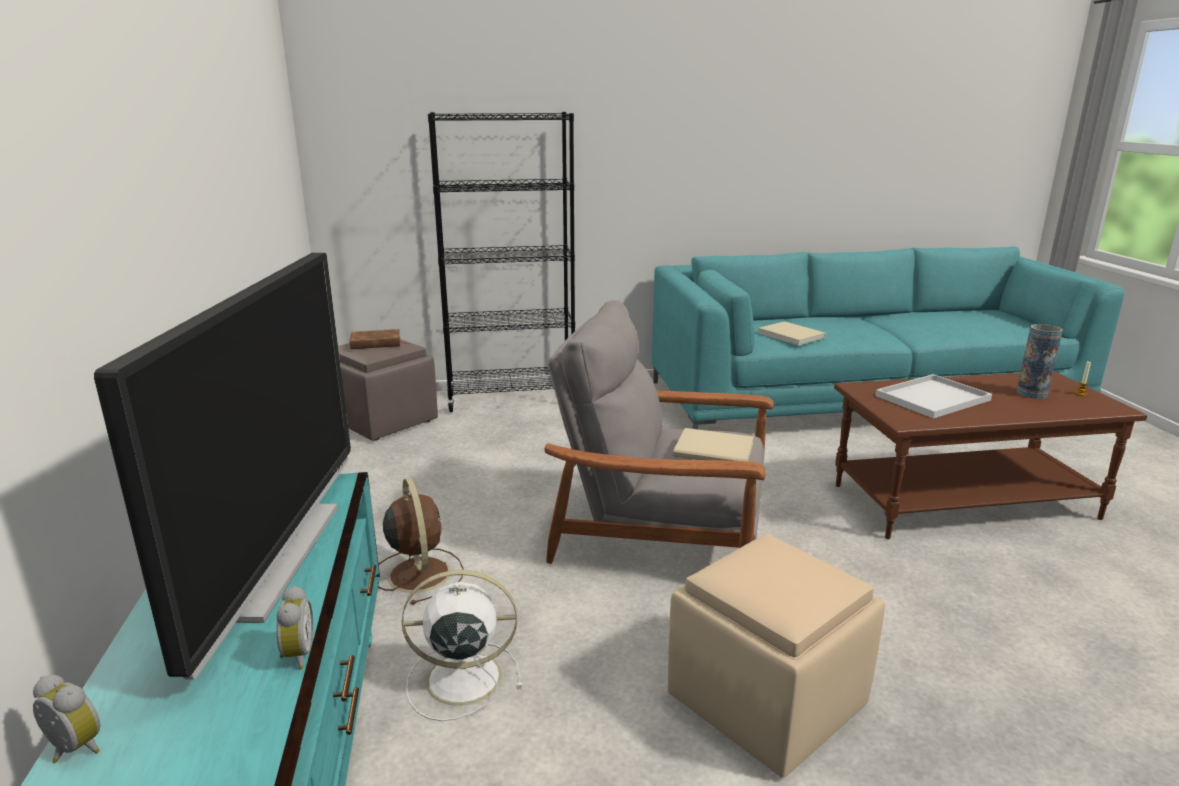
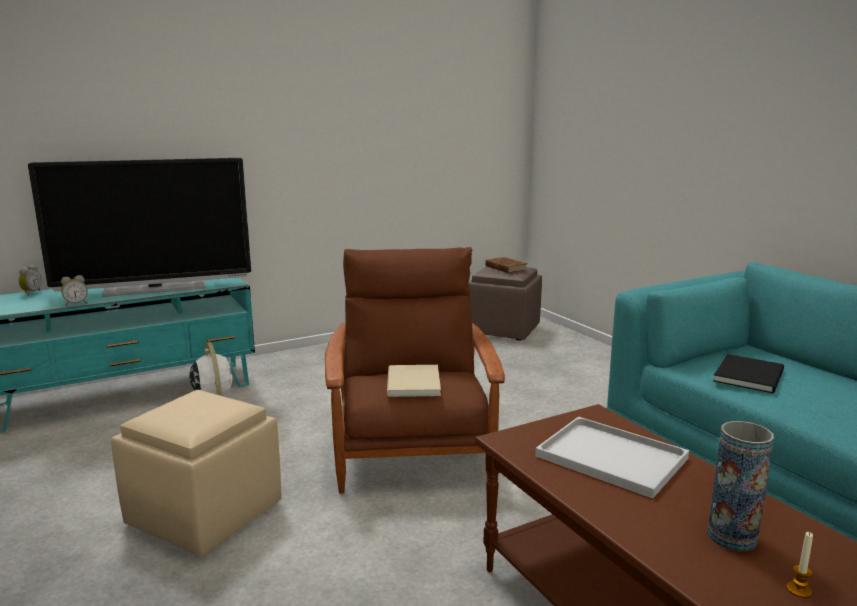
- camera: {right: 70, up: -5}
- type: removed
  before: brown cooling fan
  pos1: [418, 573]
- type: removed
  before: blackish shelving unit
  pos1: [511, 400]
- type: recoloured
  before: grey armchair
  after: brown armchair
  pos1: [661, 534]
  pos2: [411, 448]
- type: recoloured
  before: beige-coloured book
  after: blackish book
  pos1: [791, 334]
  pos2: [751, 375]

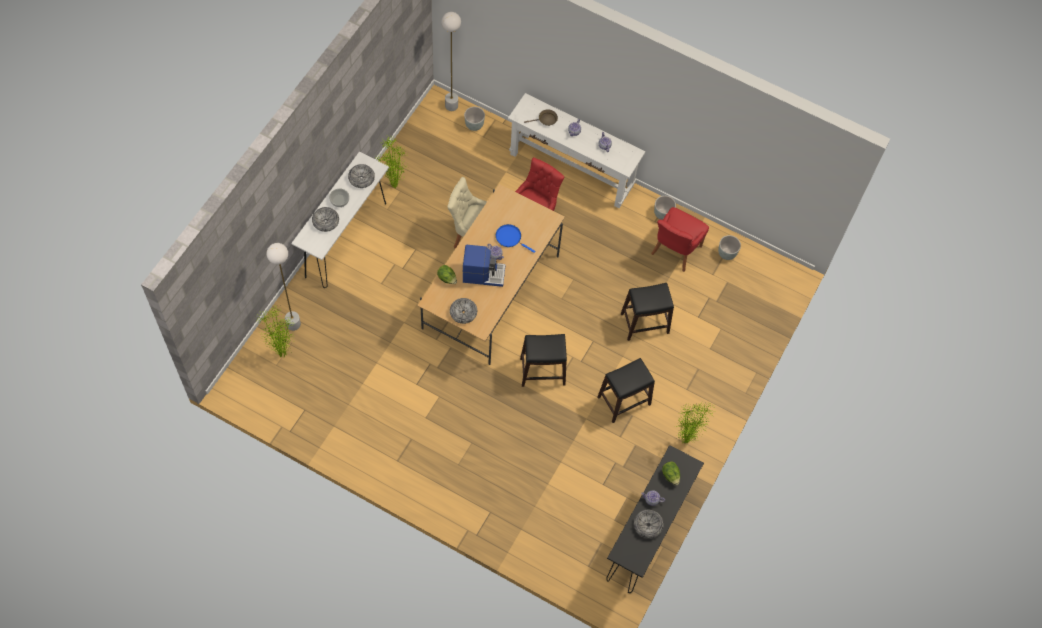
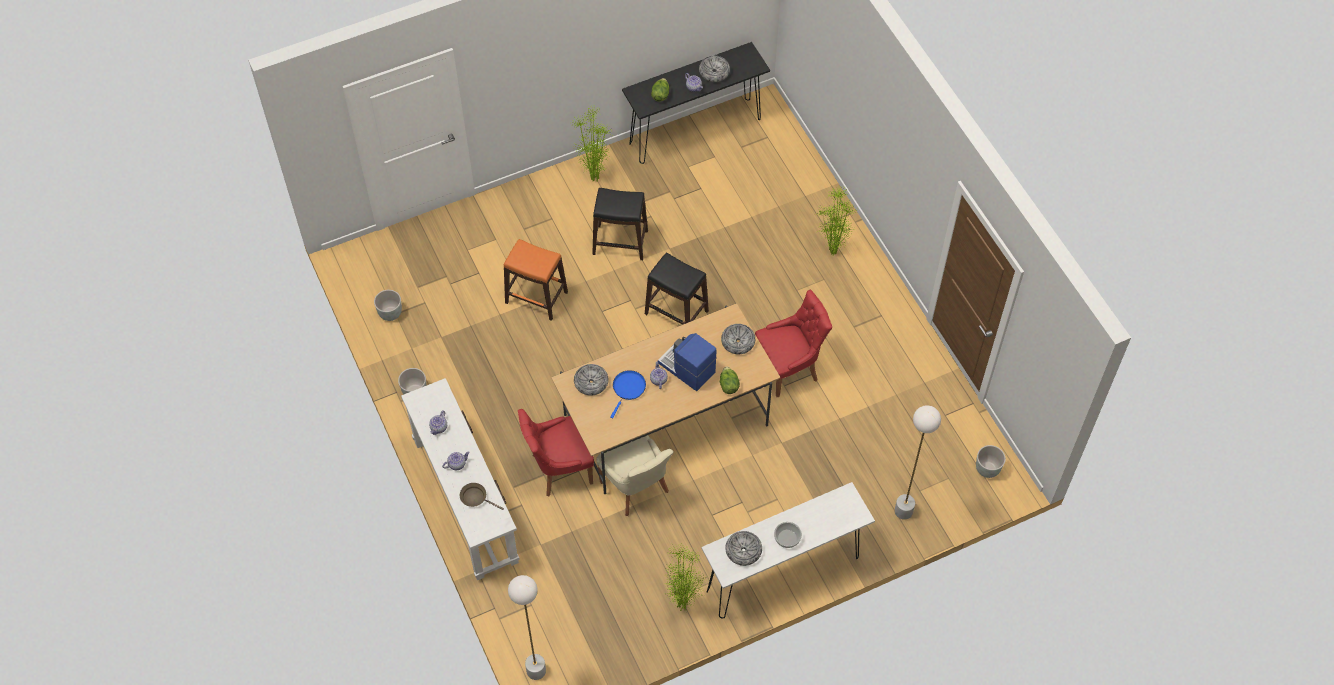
- camera: {right: -140, up: -5}
- type: moved
  before: plant in a pot
  pos1: [282, 353]
  pos2: [832, 253]
- type: moved
  before: serving bowl
  pos1: [325, 221]
  pos2: [591, 382]
- type: moved
  before: grey plant pot
  pos1: [474, 125]
  pos2: [987, 469]
- type: turned
  before: blue-coloured skillet
  pos1: [510, 238]
  pos2: [628, 389]
  turn: -135
- type: recoloured
  before: blackish stool seat
  after: orange stool seat
  pos1: [645, 323]
  pos2: [536, 297]
- type: moved
  before: reddish plain chair
  pos1: [674, 251]
  pos2: [789, 368]

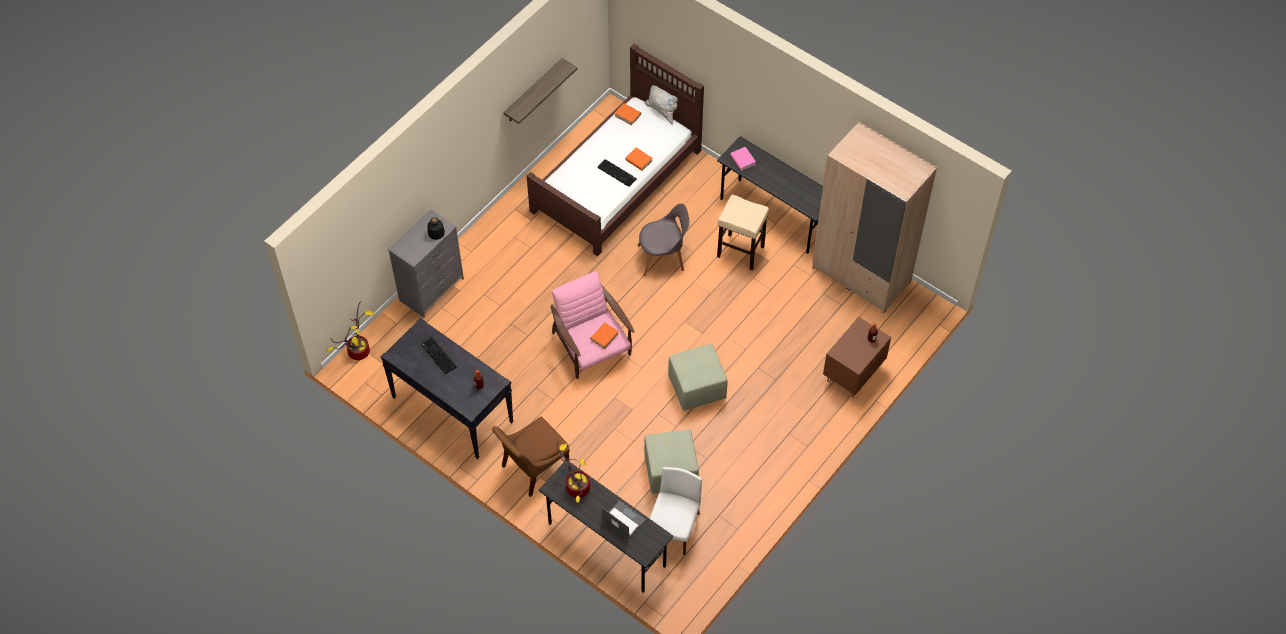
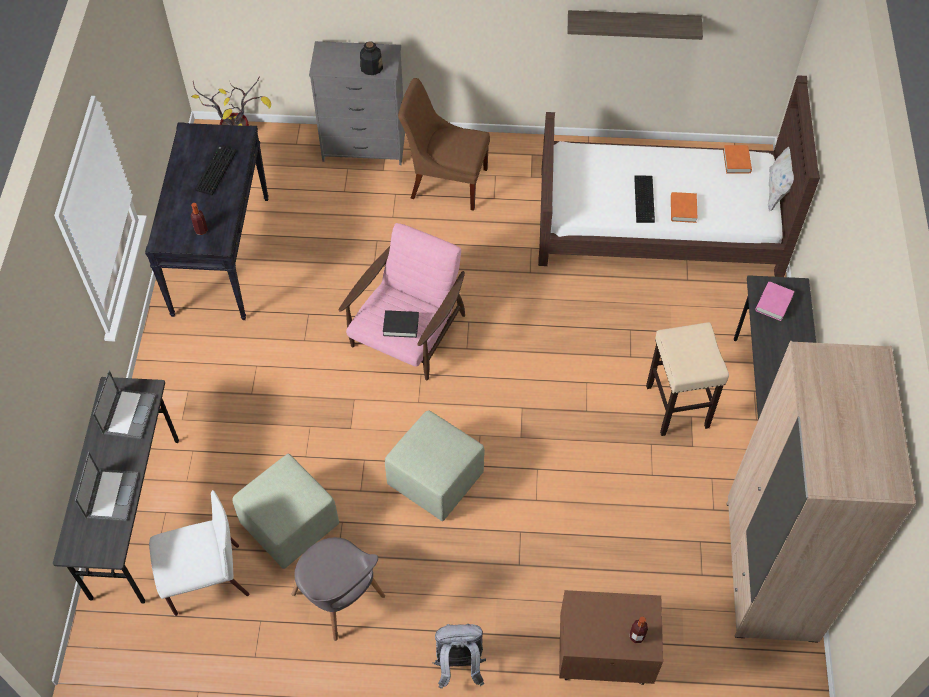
- camera: {right: 55, up: 0}
- type: moved
  before: brown plain chair
  pos1: [532, 468]
  pos2: [445, 181]
- type: replaced
  before: plant in a pot
  after: laptop
  pos1: [575, 487]
  pos2: [129, 413]
- type: recoloured
  before: orange book
  after: blackish book
  pos1: [604, 337]
  pos2: [401, 325]
- type: moved
  before: grey plain chair
  pos1: [663, 257]
  pos2: [340, 598]
- type: added
  after: grey knapsack
  pos2: [459, 666]

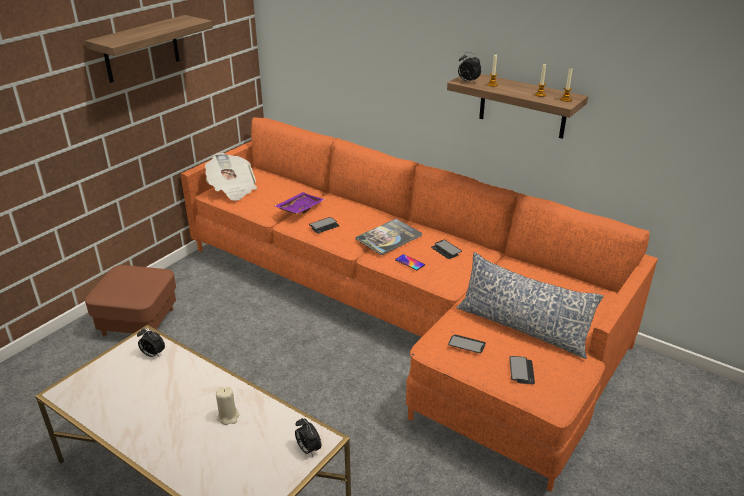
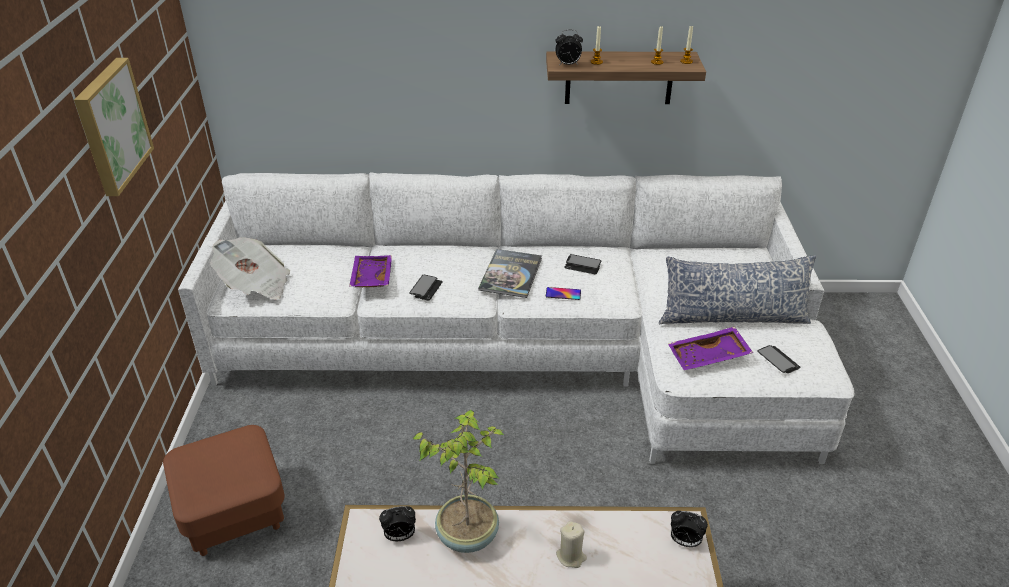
- camera: {right: -35, up: 5}
- type: replaced
  before: bracket shelf
  after: wall picture
  pos1: [141, 49]
  pos2: [111, 126]
- type: recoloured
  before: orange settee
  after: white settee
  pos1: [404, 311]
  pos2: [531, 352]
- type: replaced
  before: telephone
  after: purple-coloured serving tray
  pos1: [466, 345]
  pos2: [708, 357]
- type: added
  after: plant in a pot
  pos2: [467, 534]

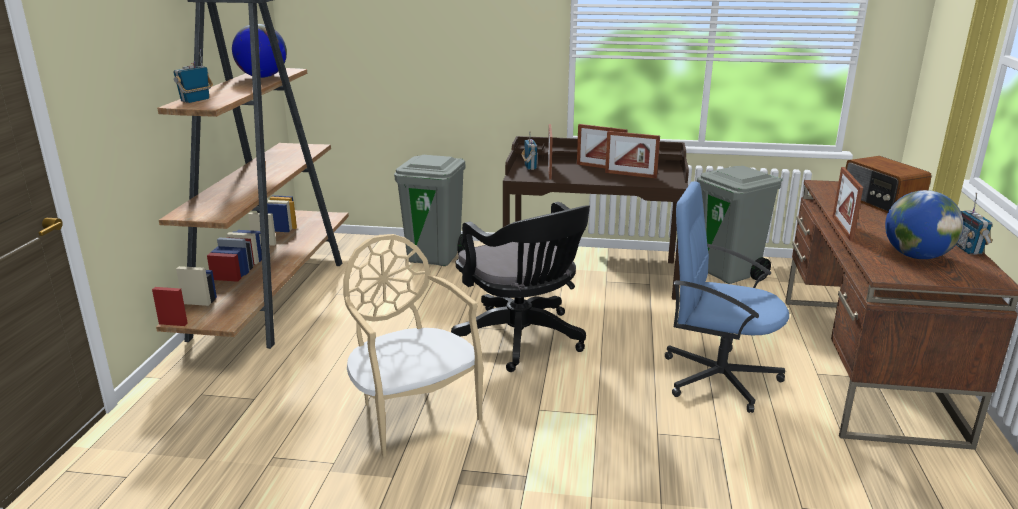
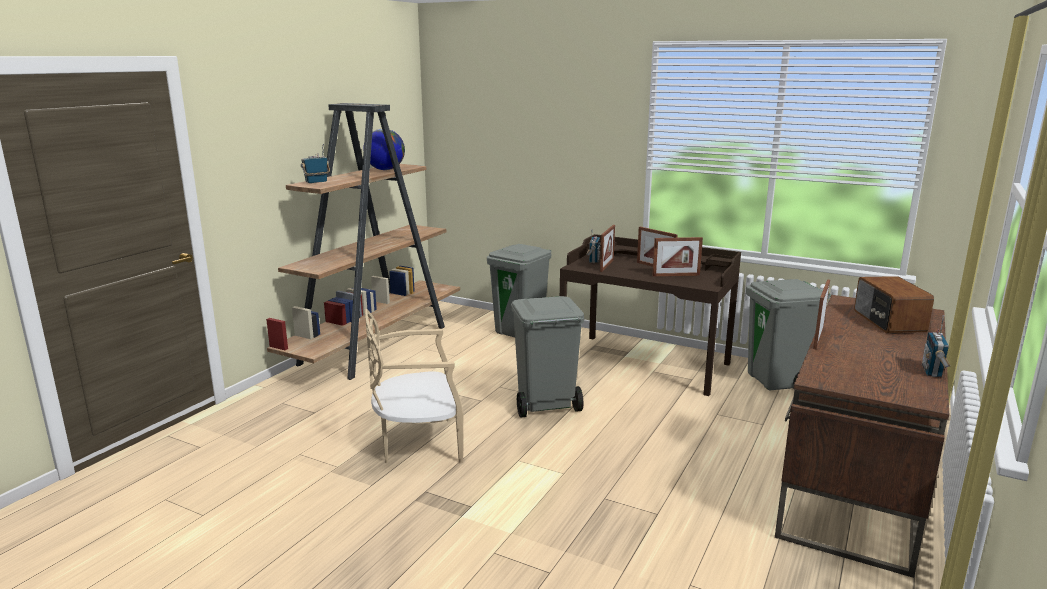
- camera: {right: 20, up: -5}
- type: turned
  before: beige-coloured plain chair
  pos1: [413, 413]
  pos2: [418, 444]
  turn: -90
- type: replaced
  before: blackish desk chair
  after: grey waste bin
  pos1: [523, 340]
  pos2: [545, 406]
- type: turned
  before: picture frame
  pos1: [630, 175]
  pos2: [676, 275]
  turn: -45
- type: removed
  before: blue-coloured desk chair
  pos1: [717, 377]
- type: removed
  before: desk globe
  pos1: [916, 256]

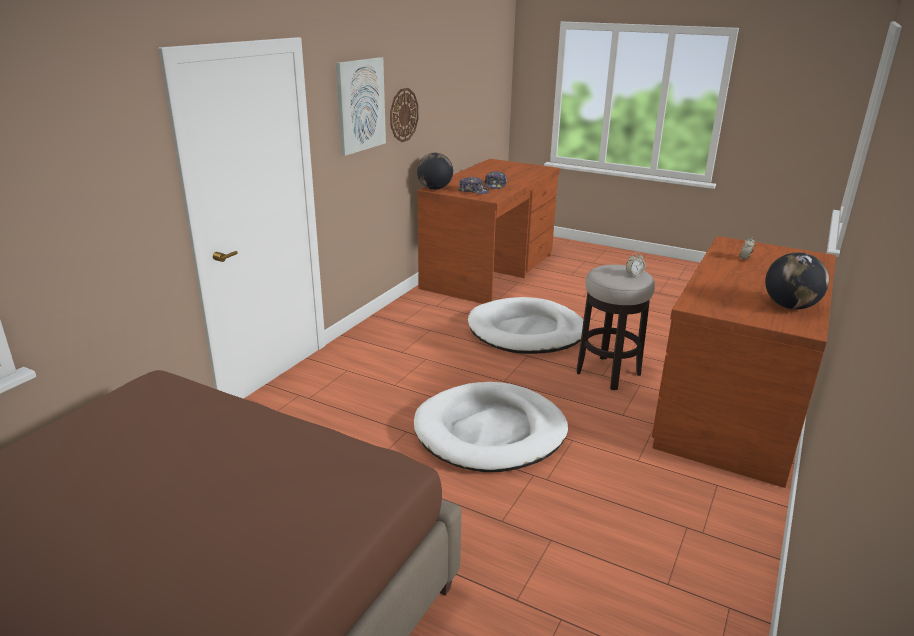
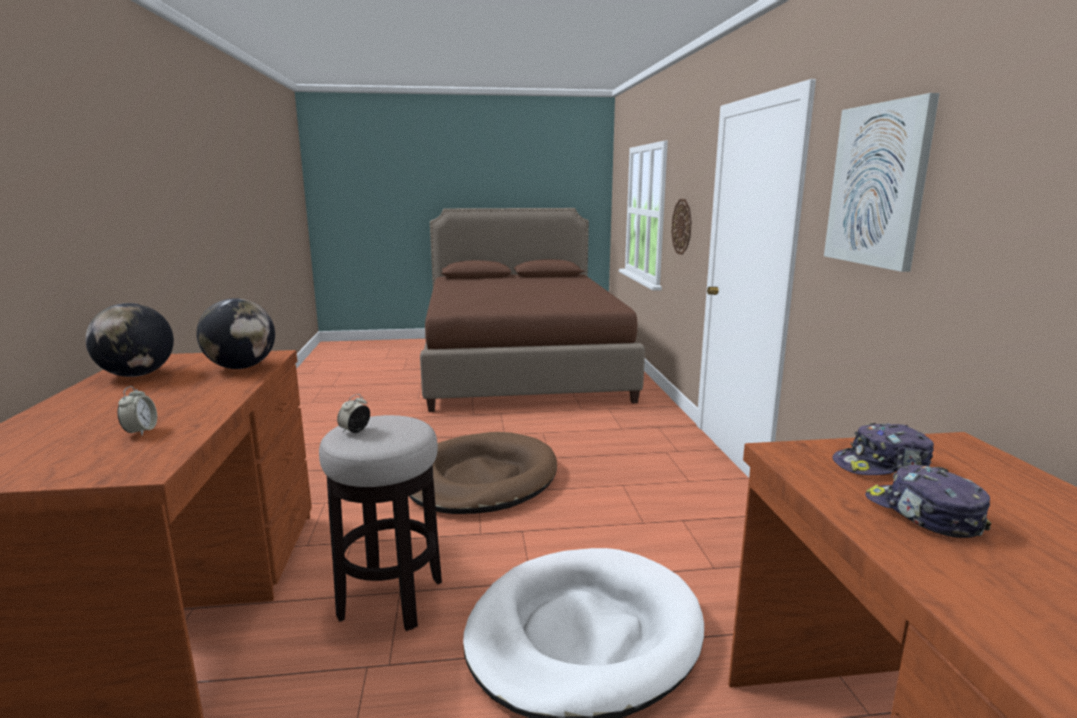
- camera: {right: 145, up: -10}
- type: moved
  before: hanging clock
  pos1: [403, 115]
  pos2: [682, 226]
- type: recoloured
  before: white dog bed
  after: brown dog bed
  pos1: [490, 432]
  pos2: [481, 479]
- type: moved
  before: desk globe
  pos1: [434, 189]
  pos2: [241, 367]

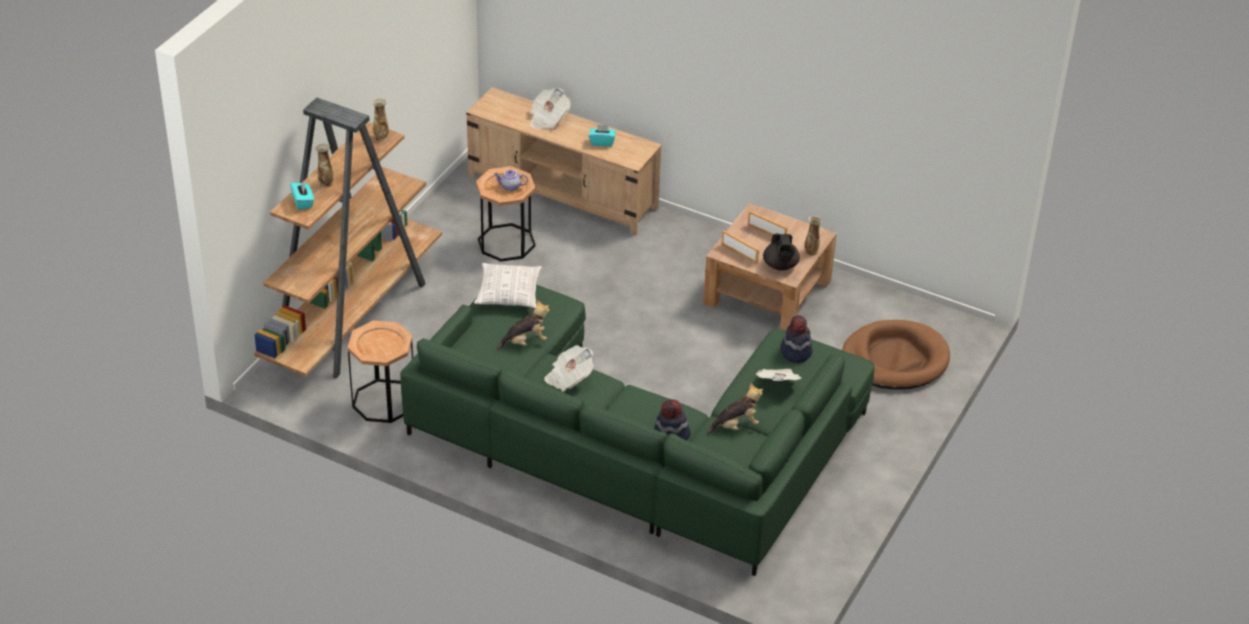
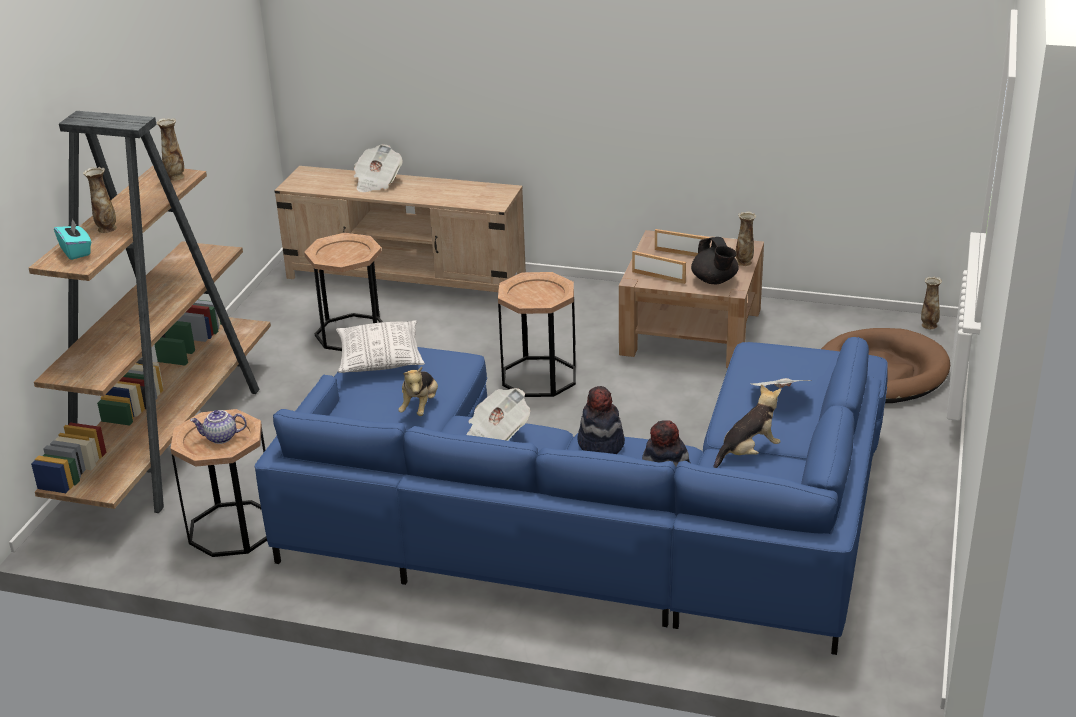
- camera: {right: -10, up: -10}
- type: recoloured
  before: greenish settee
  after: blue-coloured settee
  pos1: [635, 444]
  pos2: [597, 520]
- type: moved
  before: teapot
  pos1: [510, 187]
  pos2: [220, 438]
- type: turned
  before: soft toy
  pos1: [525, 342]
  pos2: [420, 406]
  turn: 135
- type: removed
  before: turquoise-coloured box of tissues
  pos1: [602, 142]
- type: moved
  before: wearable hat
  pos1: [795, 352]
  pos2: [600, 444]
- type: added
  after: brown end table
  pos2: [539, 377]
- type: added
  after: decorative vase
  pos2: [928, 325]

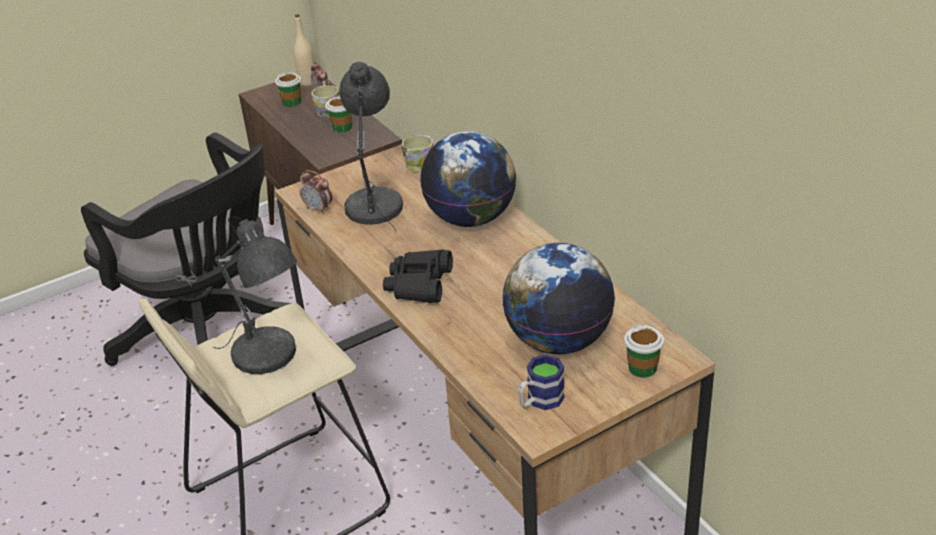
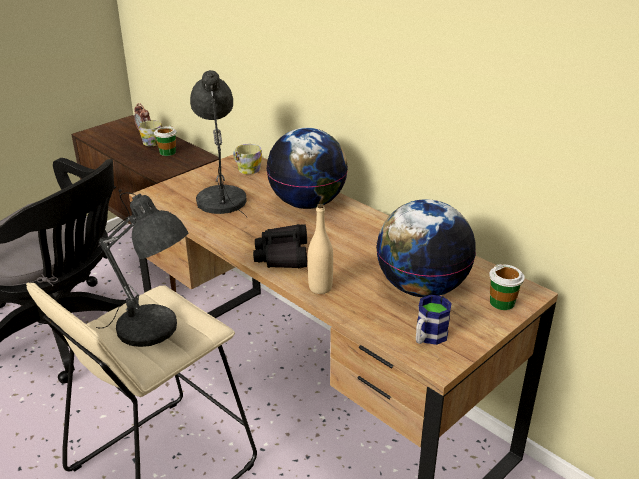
- camera: {right: -15, up: -5}
- type: removed
  before: drinking cup
  pos1: [292, 102]
- type: moved
  before: beige-coloured beverage bottle
  pos1: [307, 82]
  pos2: [320, 288]
- type: removed
  before: bedside clock
  pos1: [318, 209]

